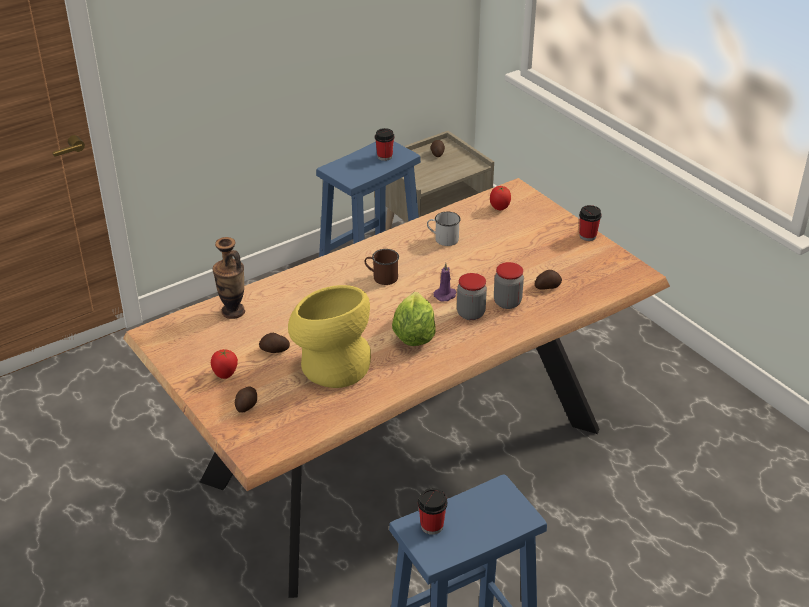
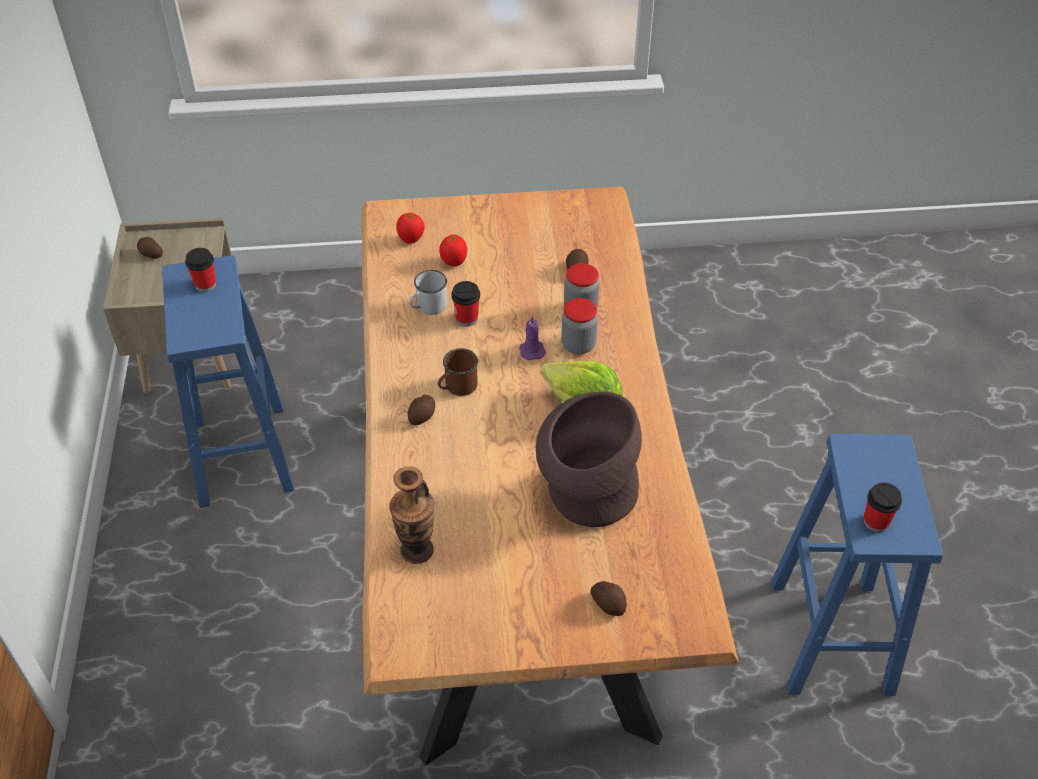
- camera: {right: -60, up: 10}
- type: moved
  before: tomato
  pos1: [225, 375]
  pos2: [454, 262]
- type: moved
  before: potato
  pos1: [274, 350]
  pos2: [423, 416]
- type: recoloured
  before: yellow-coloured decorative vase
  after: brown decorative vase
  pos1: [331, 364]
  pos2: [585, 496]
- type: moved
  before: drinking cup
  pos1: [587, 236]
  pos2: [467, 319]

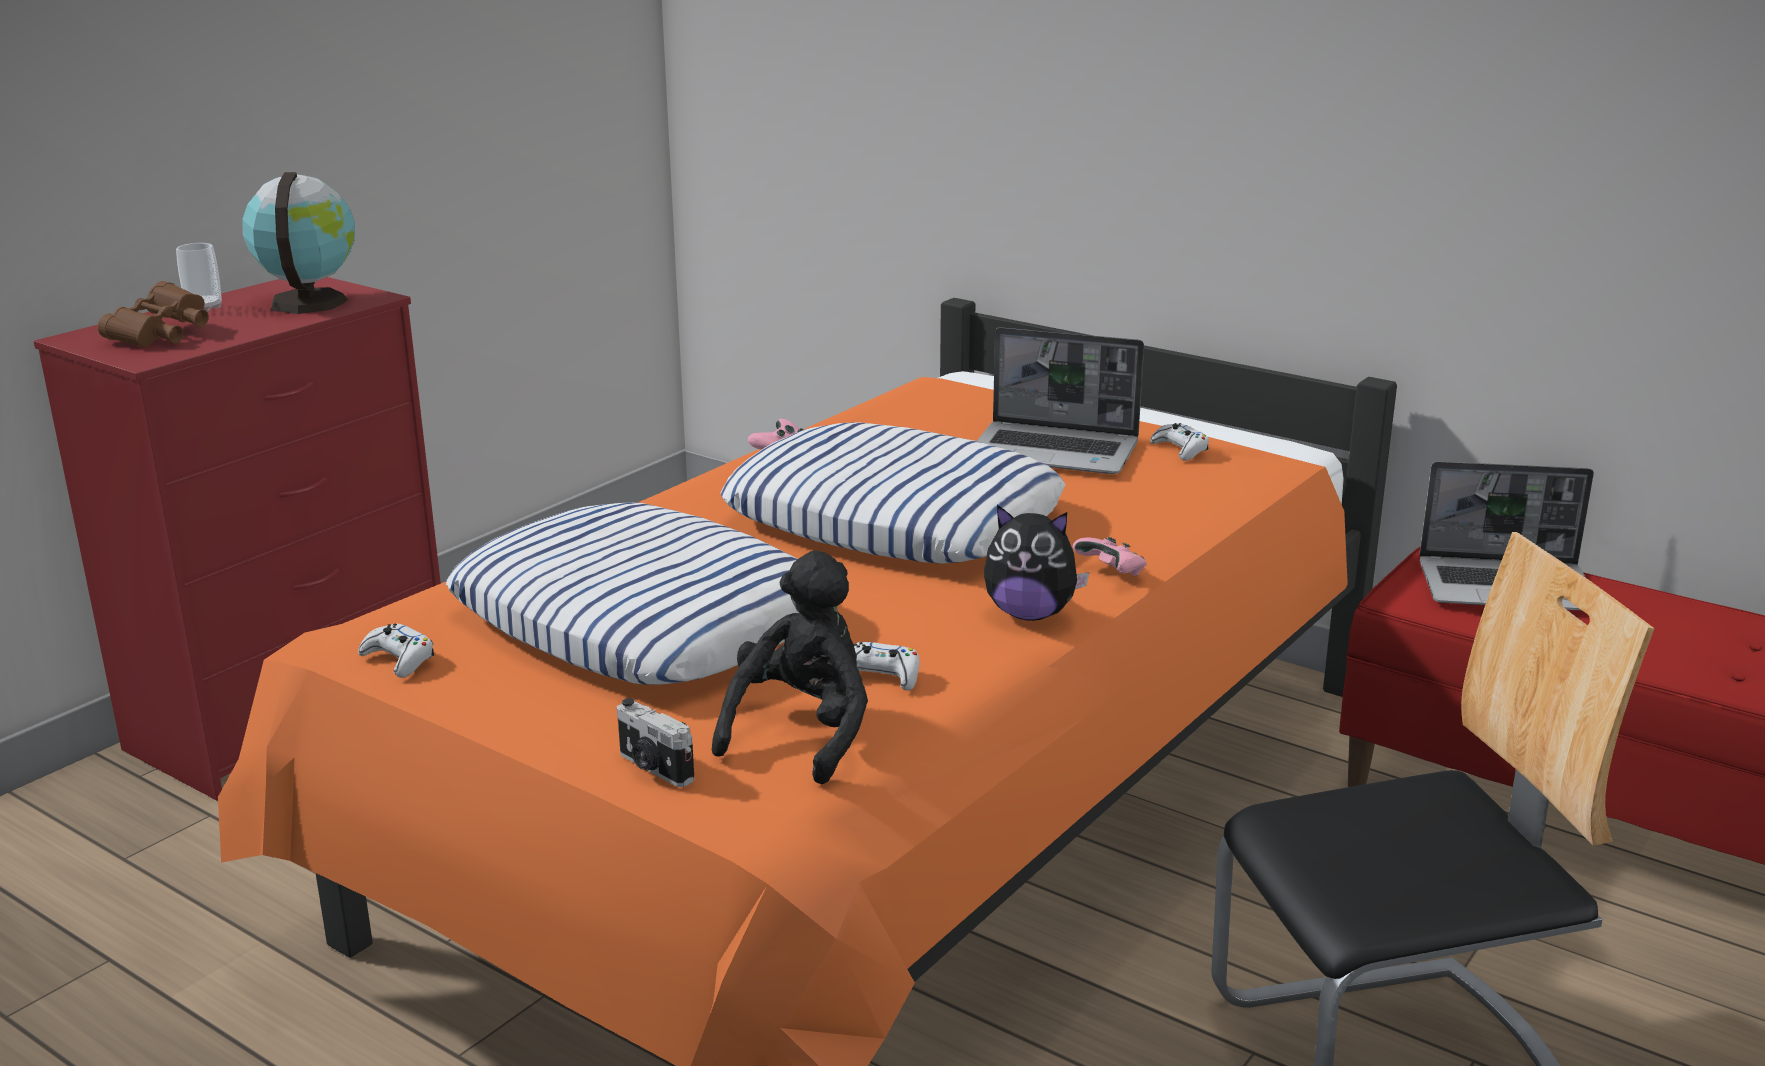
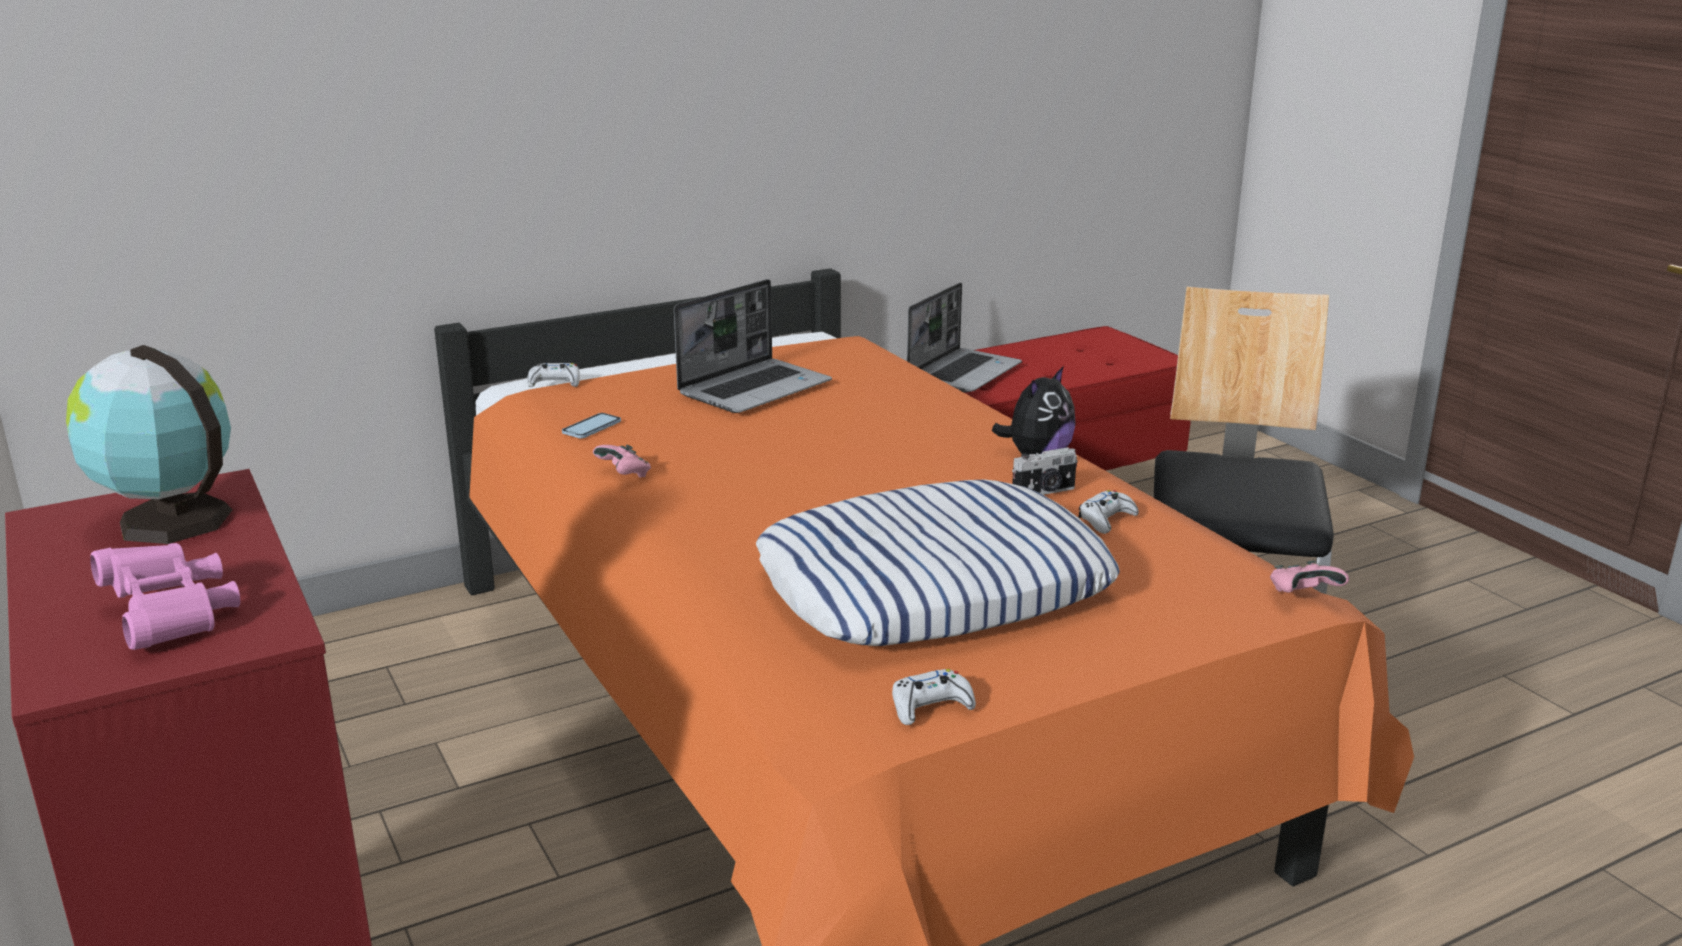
- camera: {right: -65, up: 0}
- type: recoloured
  before: brown field glasses
  after: pink-coloured field glasses
  pos1: [162, 336]
  pos2: [172, 617]
- type: removed
  before: drinking cup
  pos1: [204, 307]
- type: moved
  before: photo camera
  pos1: [654, 768]
  pos2: [1044, 492]
- type: removed
  before: blackish soft toy
  pos1: [802, 733]
- type: removed
  before: cushion
  pos1: [894, 517]
- type: moved
  before: pink-coloured game controller
  pos1: [1112, 573]
  pos2: [1303, 595]
- type: moved
  before: white game controller
  pos1: [1180, 449]
  pos2: [555, 382]
- type: added
  after: telephone
  pos2: [591, 428]

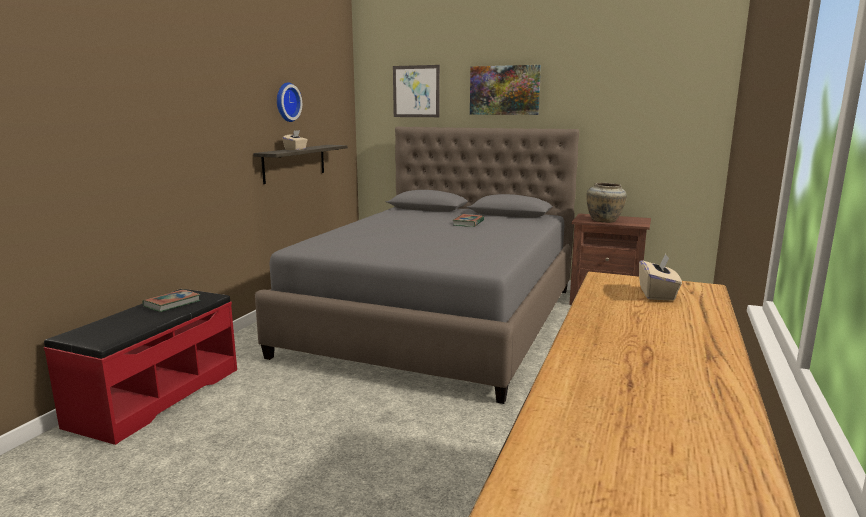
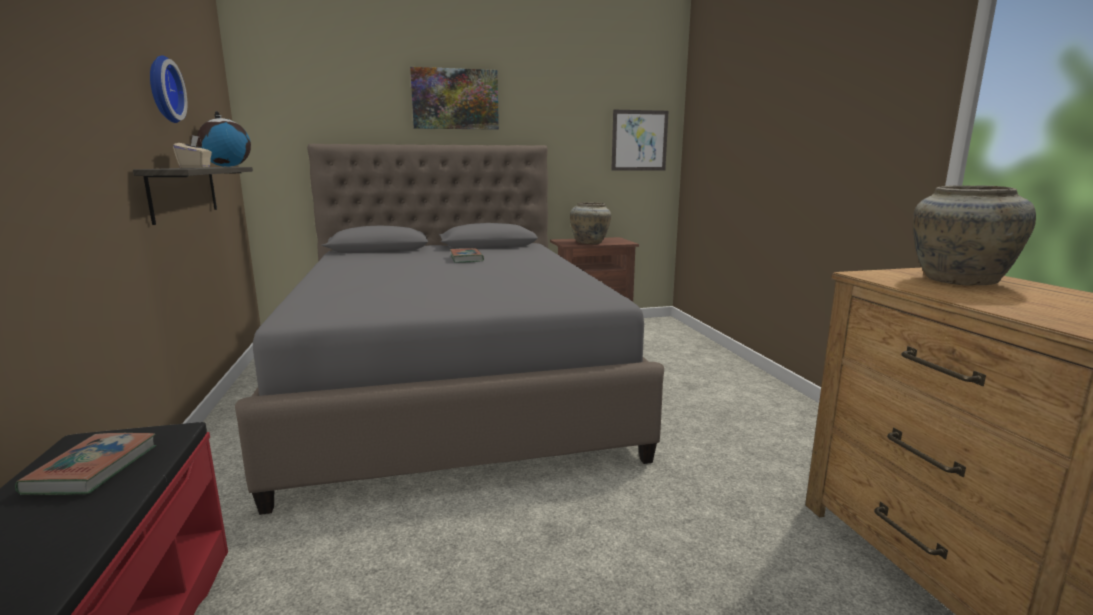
- camera: {right: -35, up: 0}
- type: moved
  before: wall picture
  pos1: [416, 91]
  pos2: [639, 140]
- type: replaced
  before: beige-coloured box of tissues
  after: beige-coloured decorative vase
  pos1: [657, 294]
  pos2: [957, 280]
- type: added
  after: desk globe
  pos2: [227, 166]

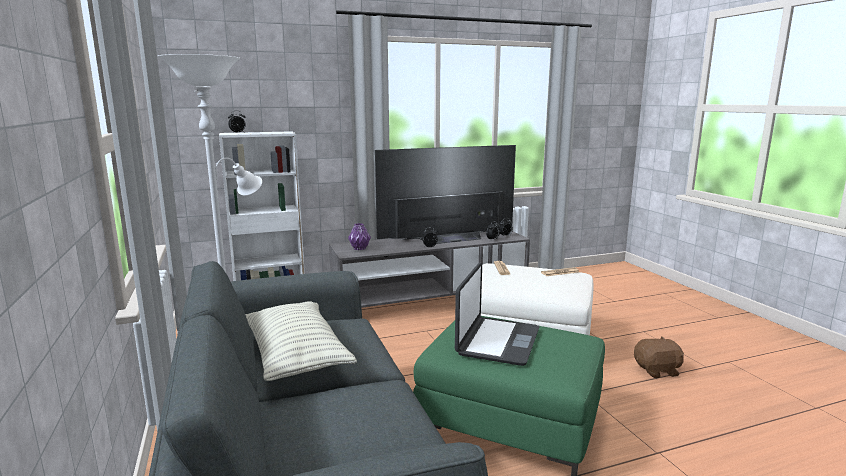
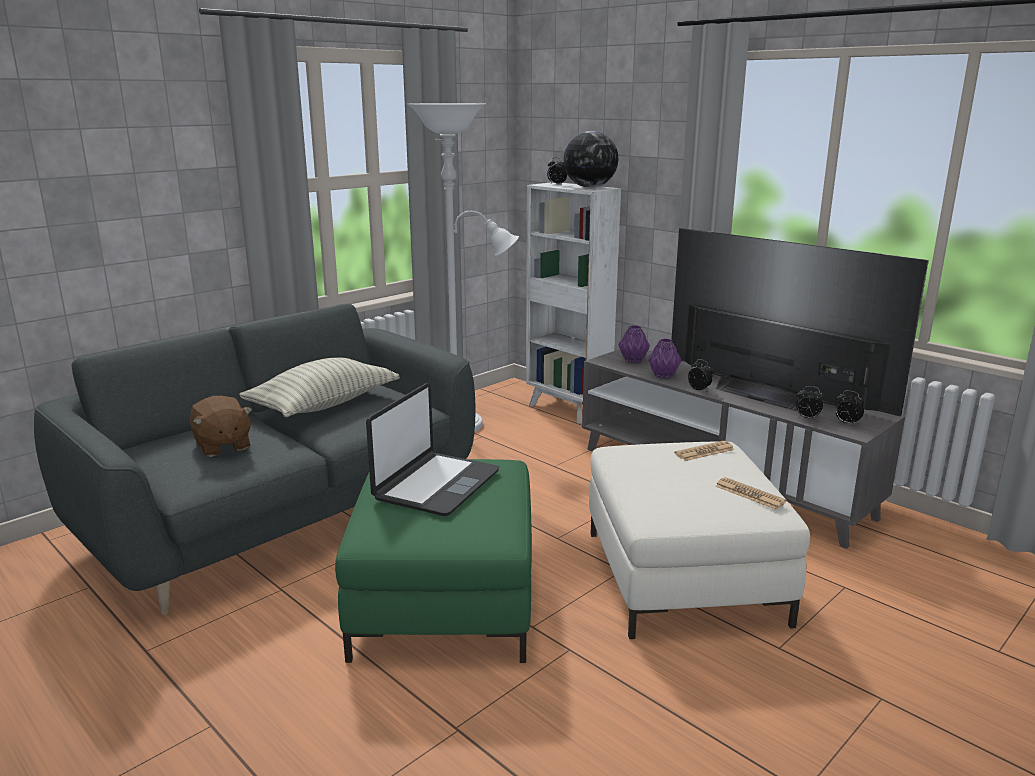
- camera: {right: 65, up: 5}
- type: turned
  before: laptop
  pos1: [497, 341]
  pos2: [436, 485]
  turn: -60
- type: moved
  before: brown soft toy
  pos1: [657, 370]
  pos2: [222, 446]
- type: added
  after: desk globe
  pos2: [589, 187]
- type: added
  after: purple-coloured decorative vase
  pos2: [663, 375]

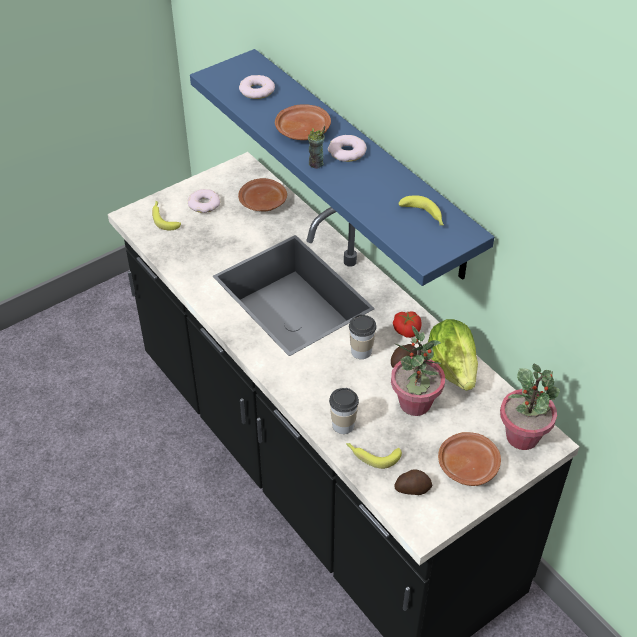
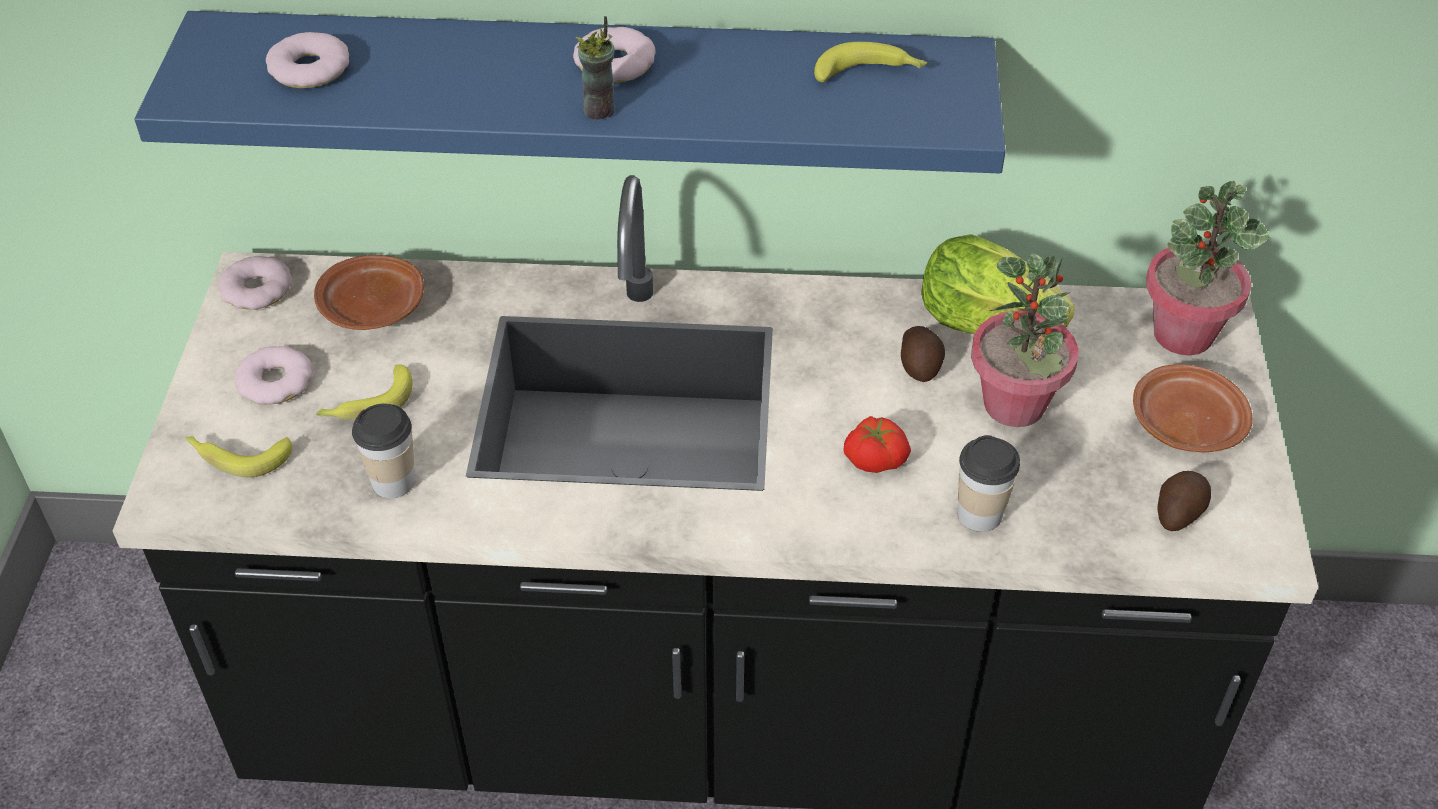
- camera: {right: -50, up: 0}
- type: removed
  before: brown flat dish
  pos1: [303, 130]
- type: moved
  before: whole banana
  pos1: [372, 455]
  pos2: [366, 404]
- type: moved
  before: drinking cup
  pos1: [361, 351]
  pos2: [393, 481]
- type: moved
  before: tomato
  pos1: [407, 330]
  pos2: [875, 457]
- type: added
  after: ring doughnut
  pos2: [257, 289]

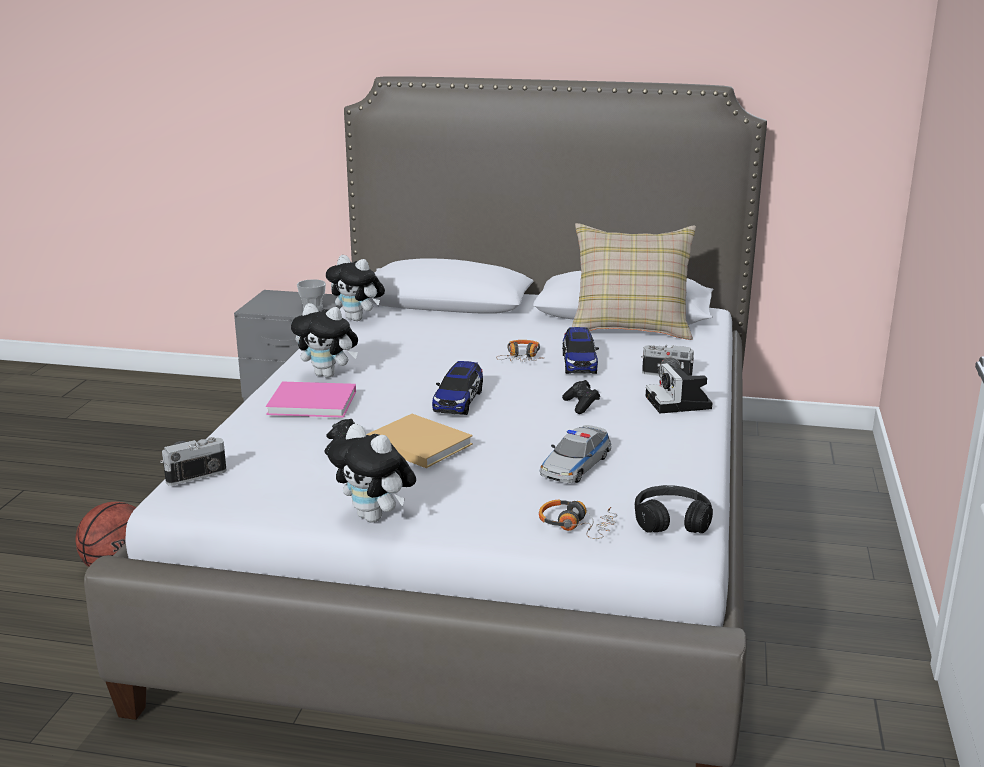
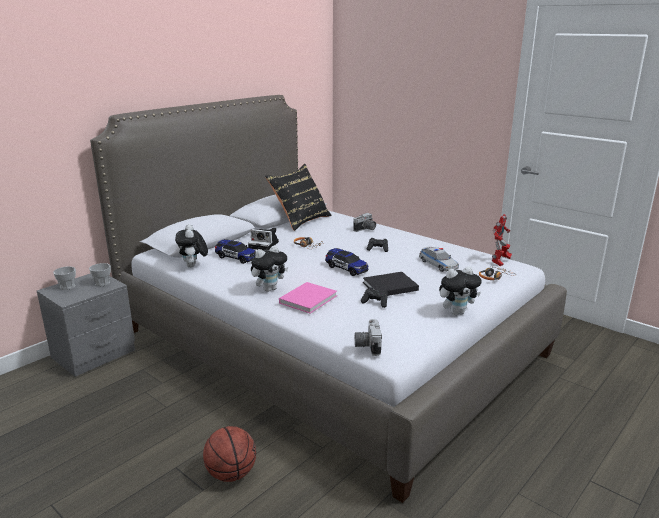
- camera: {right: -60, up: 0}
- type: turned
  before: soft toy
  pos1: [358, 319]
  pos2: [193, 266]
  turn: 105
- type: recoloured
  before: beige-coloured book
  after: blackish book
  pos1: [416, 443]
  pos2: [388, 286]
- type: moved
  before: miniature car
  pos1: [579, 363]
  pos2: [236, 258]
- type: recoloured
  before: beige-coloured cushion
  after: blackish cushion
  pos1: [631, 327]
  pos2: [300, 220]
- type: replaced
  before: blackish headset
  after: robot figure
  pos1: [671, 521]
  pos2: [500, 262]
- type: moved
  before: photo camera
  pos1: [680, 403]
  pos2: [265, 245]
- type: added
  after: drinking cup
  pos2: [67, 287]

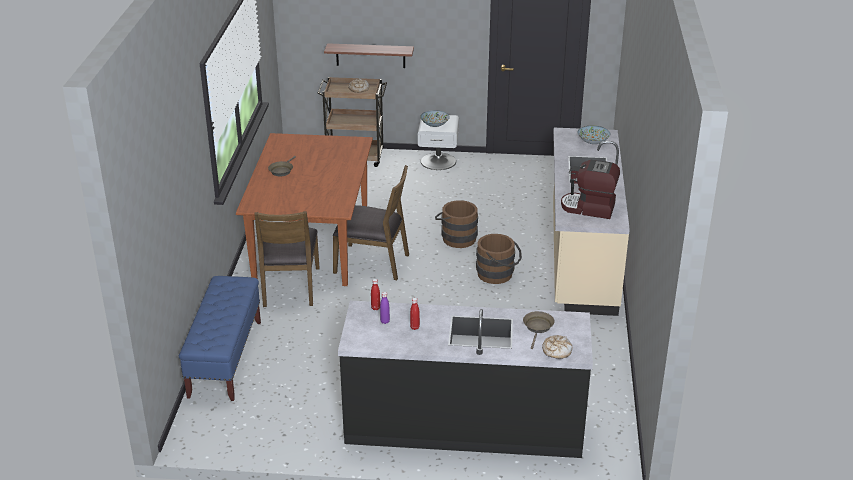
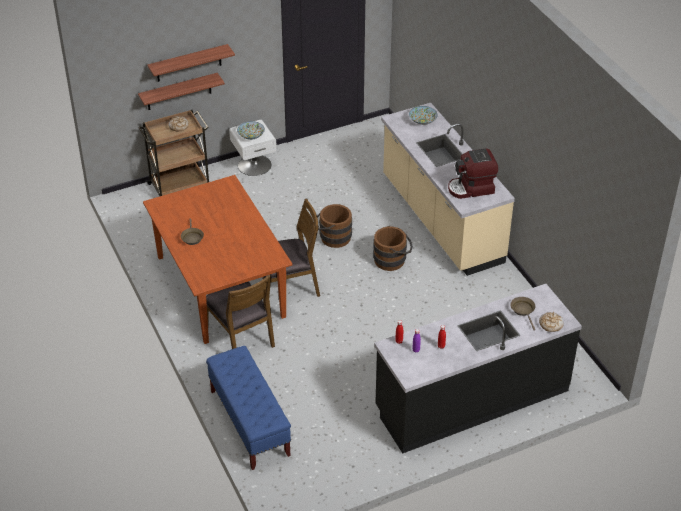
- camera: {right: -30, up: 10}
- type: added
  after: bracket shelf
  pos2: [188, 63]

